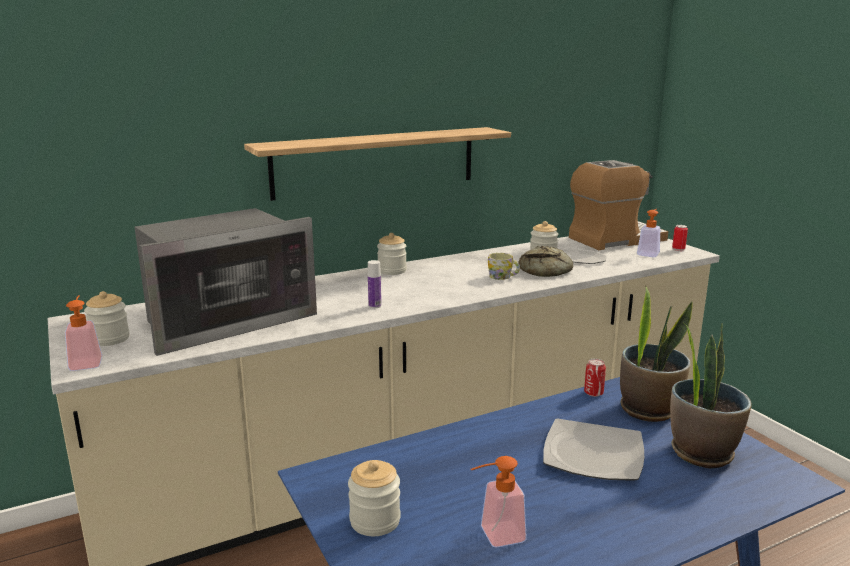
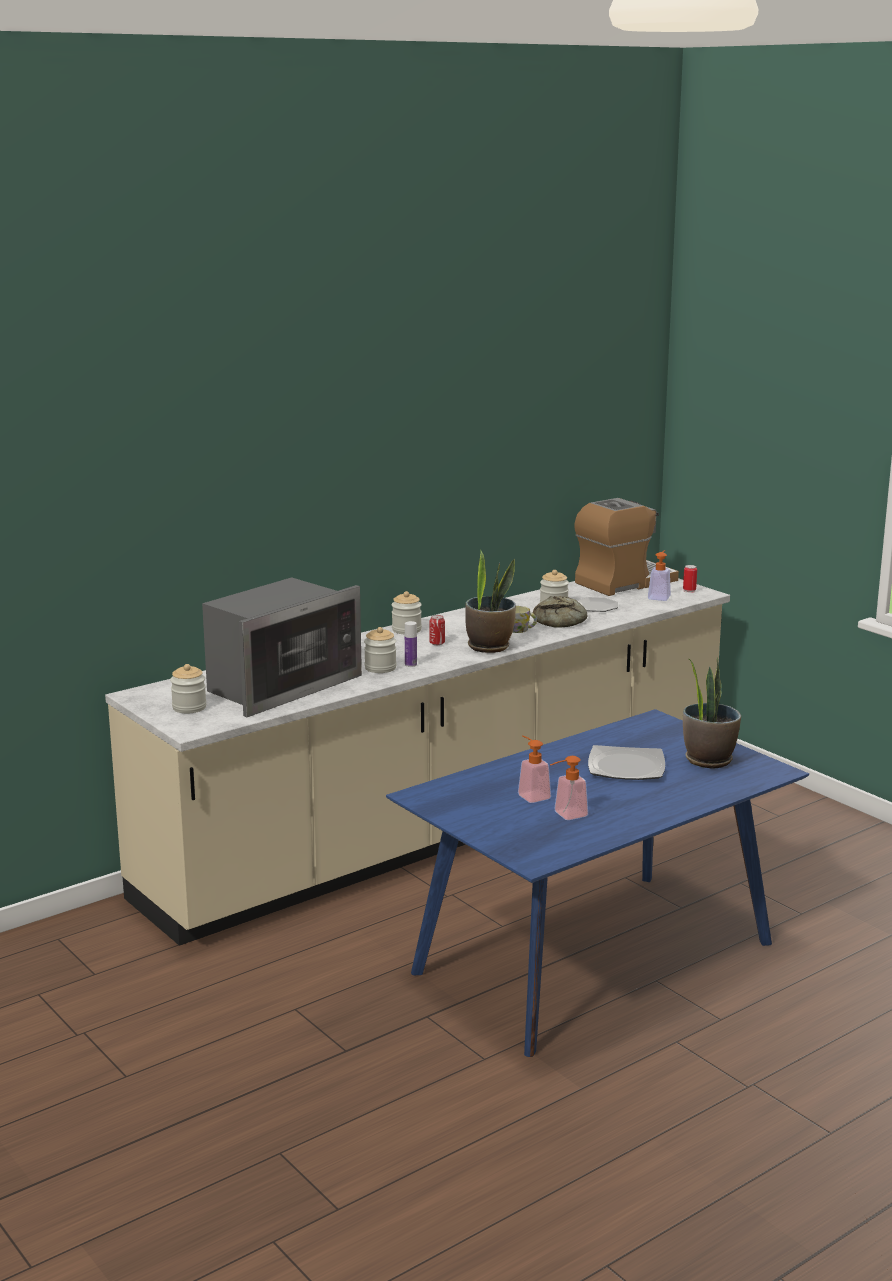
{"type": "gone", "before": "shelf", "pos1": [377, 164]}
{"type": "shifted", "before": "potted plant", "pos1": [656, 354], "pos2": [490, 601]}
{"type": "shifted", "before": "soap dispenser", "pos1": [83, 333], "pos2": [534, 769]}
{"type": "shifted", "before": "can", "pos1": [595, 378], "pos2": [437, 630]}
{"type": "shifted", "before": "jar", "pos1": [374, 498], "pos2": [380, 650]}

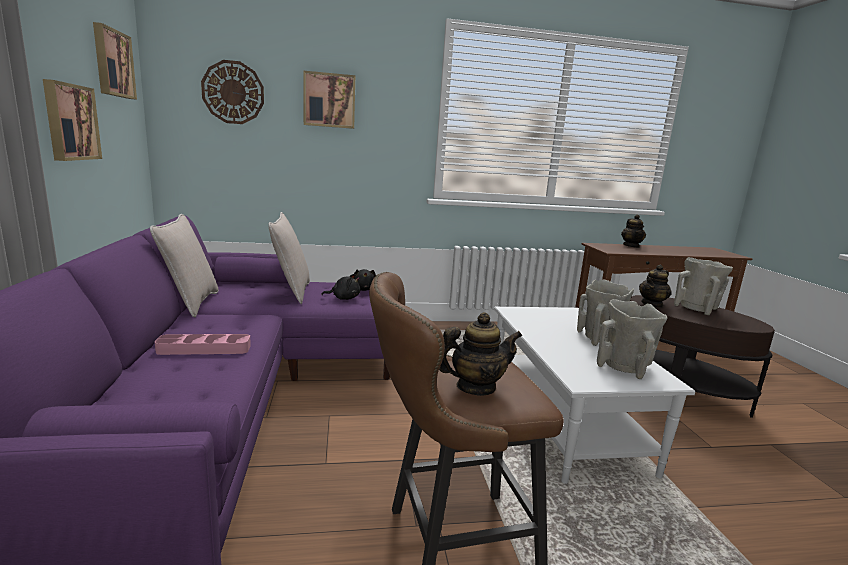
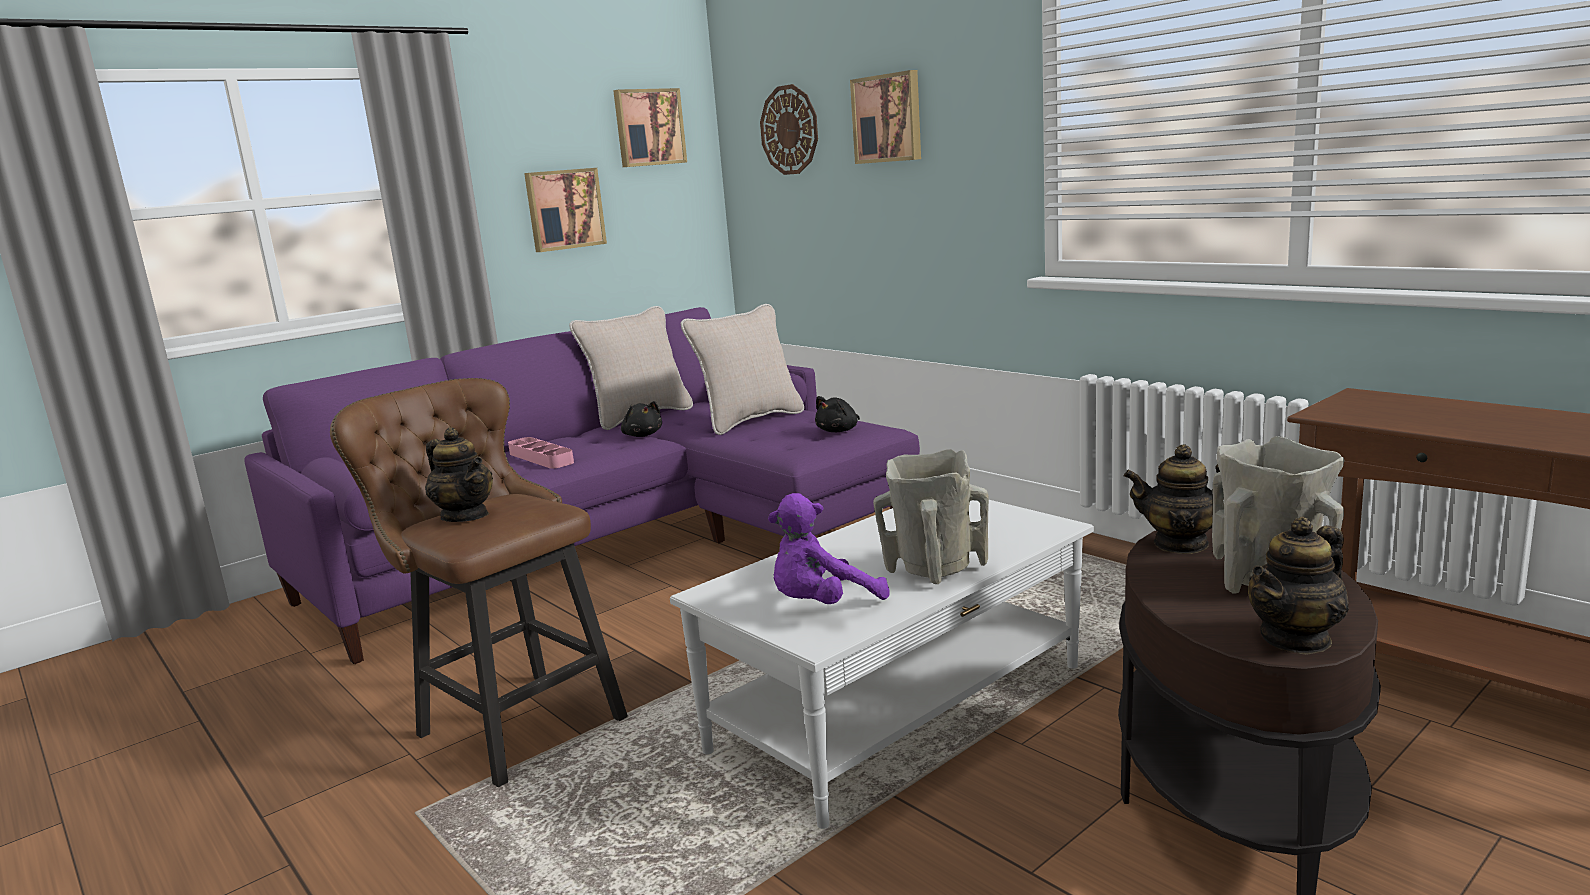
{"type": "shifted", "before": "teapot", "pos1": [633, 231], "pos2": [1298, 585]}
{"type": "shifted", "before": "black plush toy", "pos1": [340, 287], "pos2": [641, 419]}
{"type": "swapped", "before": "beige vase", "after": "purple plush toy", "pos1": [632, 339], "pos2": [828, 548]}

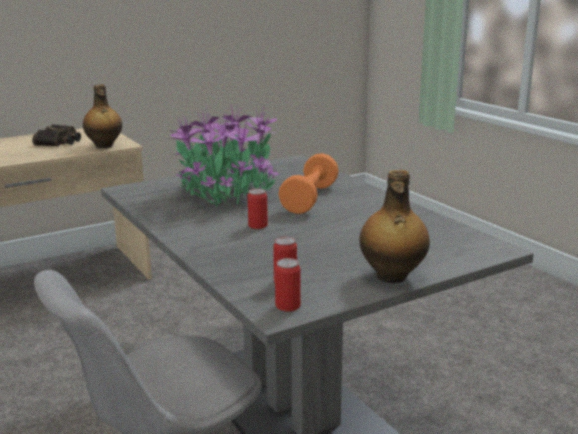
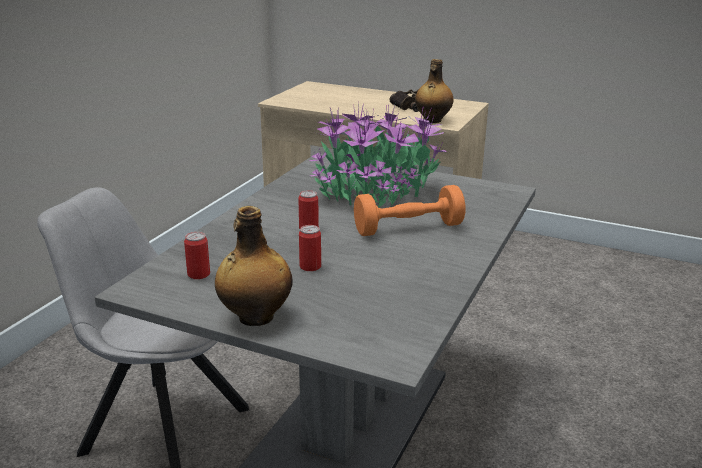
{"type": "shifted", "before": "can", "pos1": [288, 285], "pos2": [310, 248]}

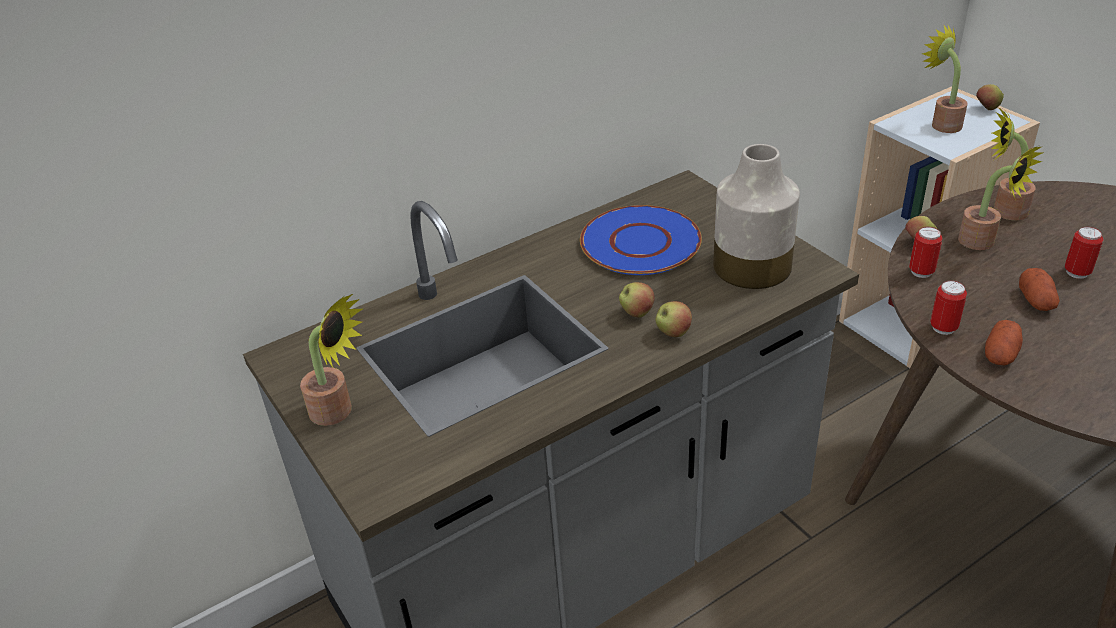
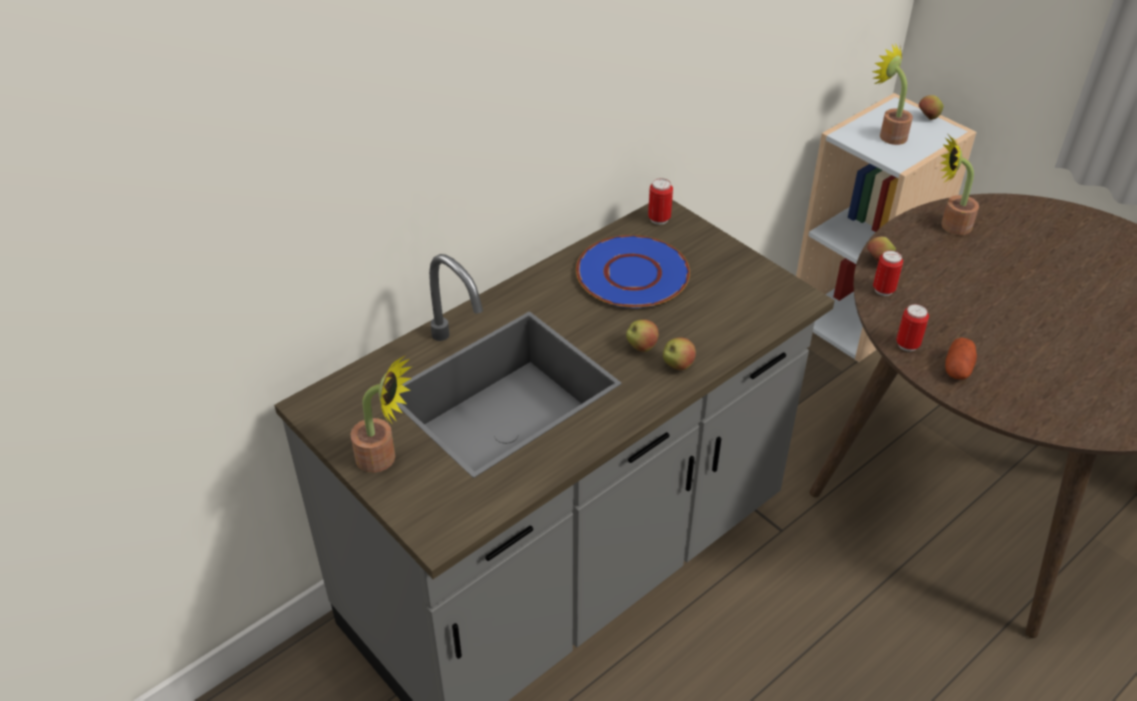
{"type": "gone", "before": "beige vase", "pos1": [756, 216]}
{"type": "gone", "before": "potted plant", "pos1": [1000, 198]}
{"type": "shifted", "before": "can", "pos1": [1084, 253], "pos2": [660, 201]}
{"type": "gone", "before": "potato", "pos1": [1039, 289]}

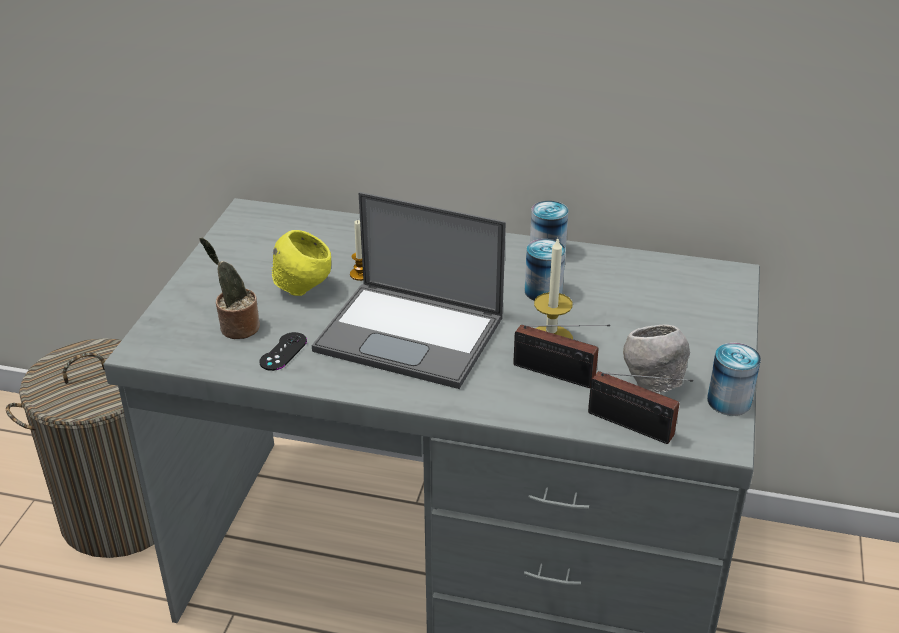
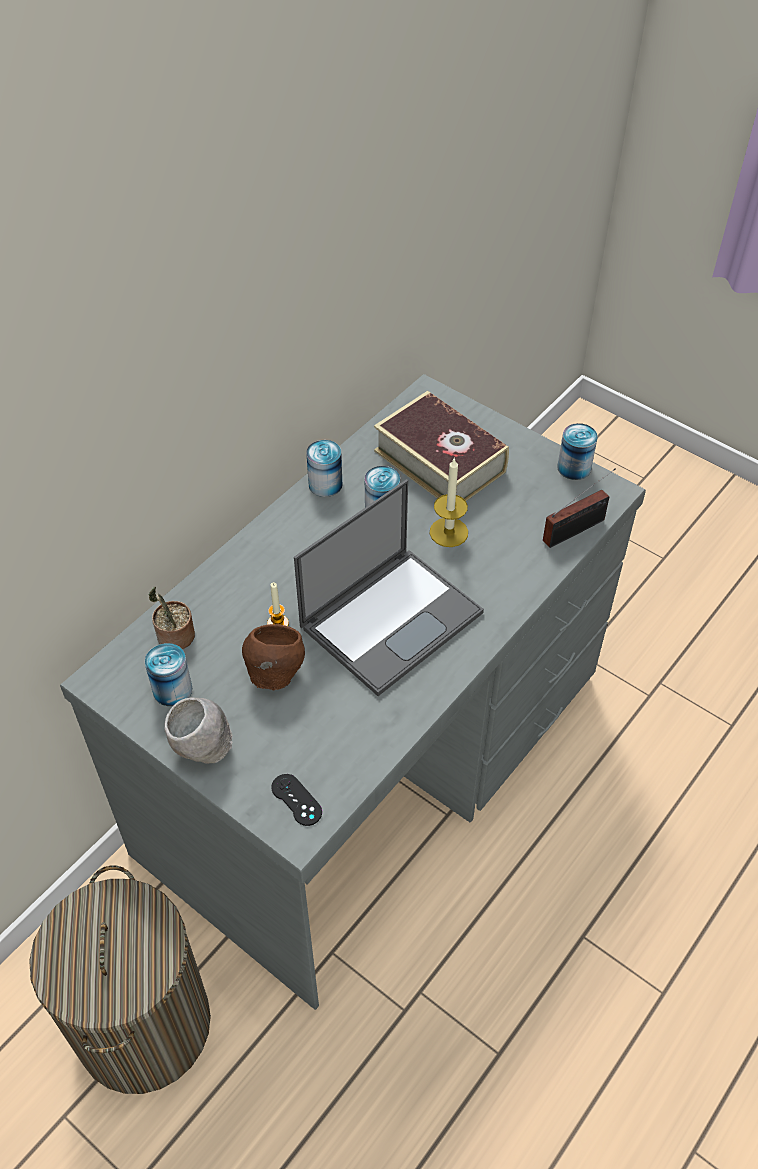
{"type": "repainted", "before": "yellow bowl", "after": "brown bowl", "pos1": [301, 263], "pos2": [273, 657]}
{"type": "shifted", "before": "potted plant", "pos1": [229, 288], "pos2": [171, 618]}
{"type": "gone", "before": "radio", "pos1": [561, 356]}
{"type": "shifted", "before": "grey bowl", "pos1": [656, 358], "pos2": [198, 730]}
{"type": "shifted", "before": "black game controller", "pos1": [283, 351], "pos2": [296, 800]}
{"type": "new", "after": "book", "pos2": [441, 446]}
{"type": "new", "after": "can", "pos2": [168, 674]}

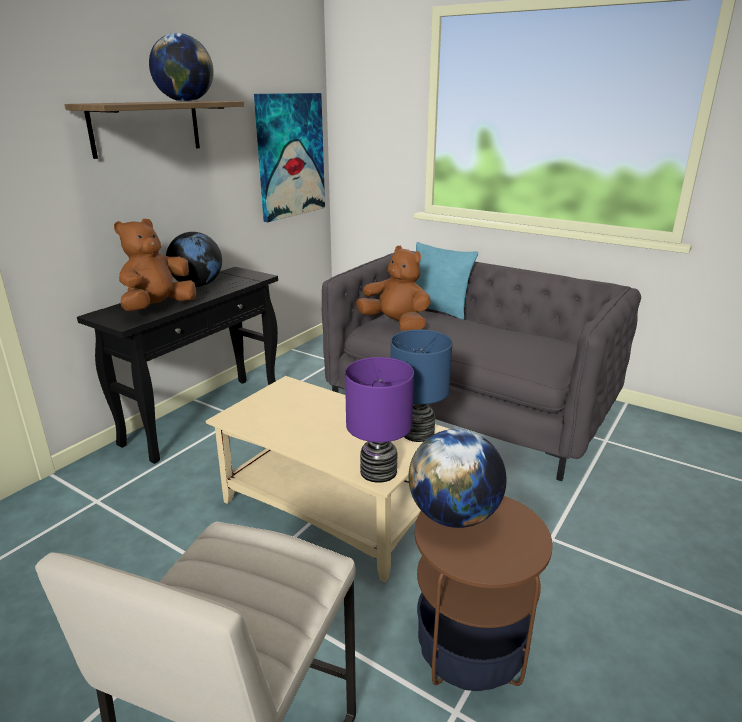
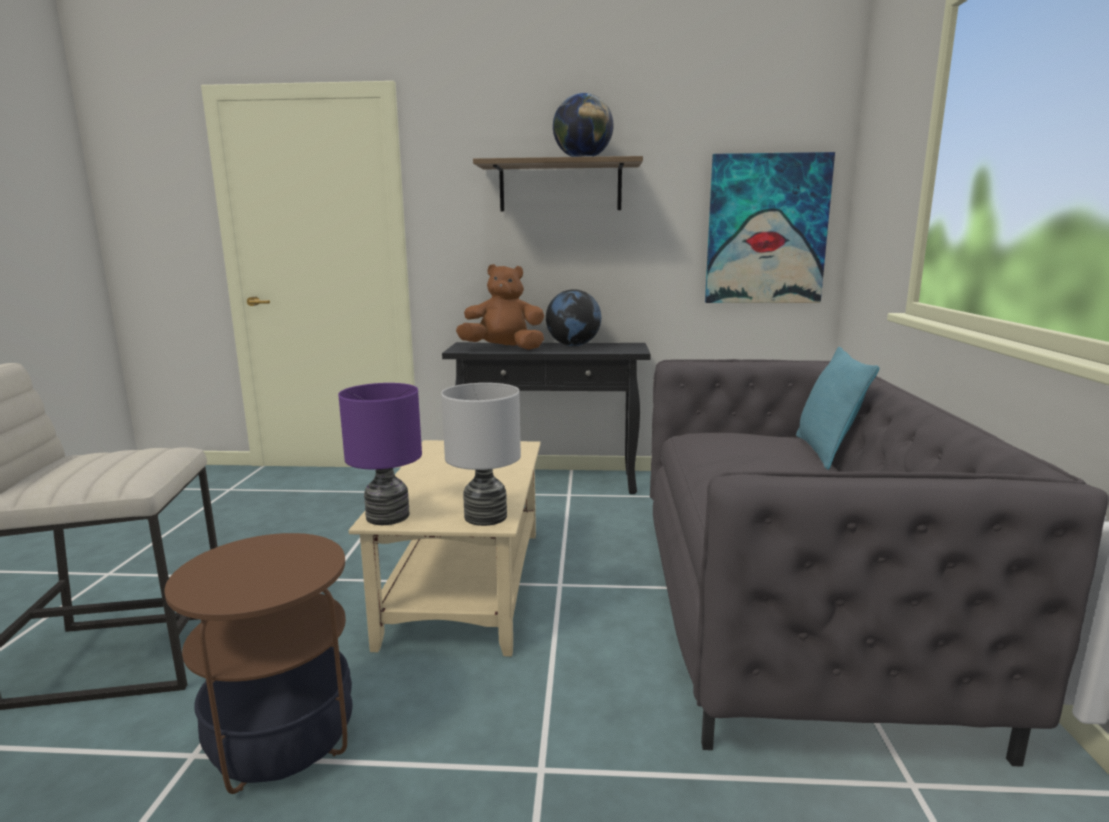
{"type": "gone", "before": "brown plush toy", "pos1": [393, 288]}
{"type": "repainted", "before": "blue table lamp", "after": "grey table lamp", "pos1": [421, 386], "pos2": [481, 454]}
{"type": "gone", "before": "globe", "pos1": [458, 478]}

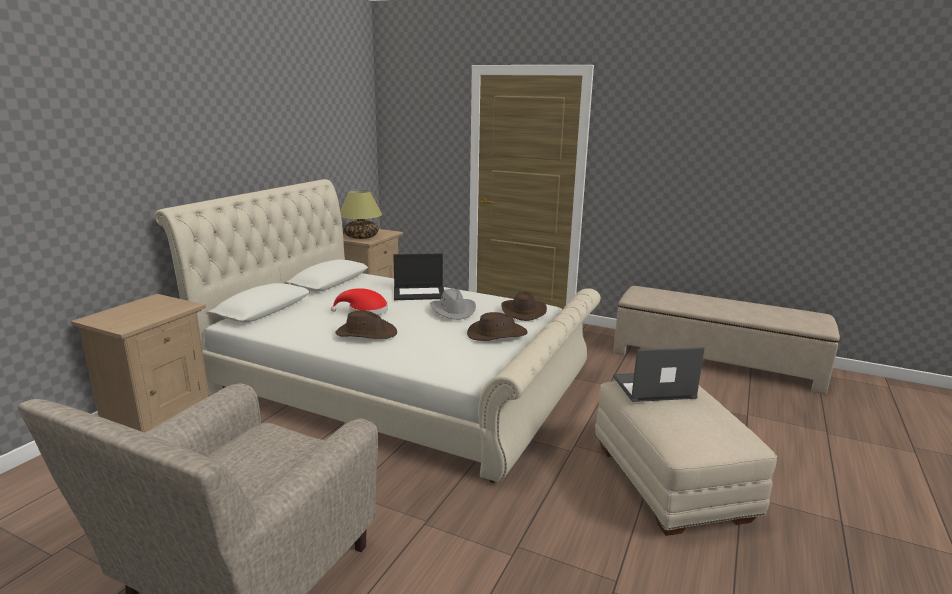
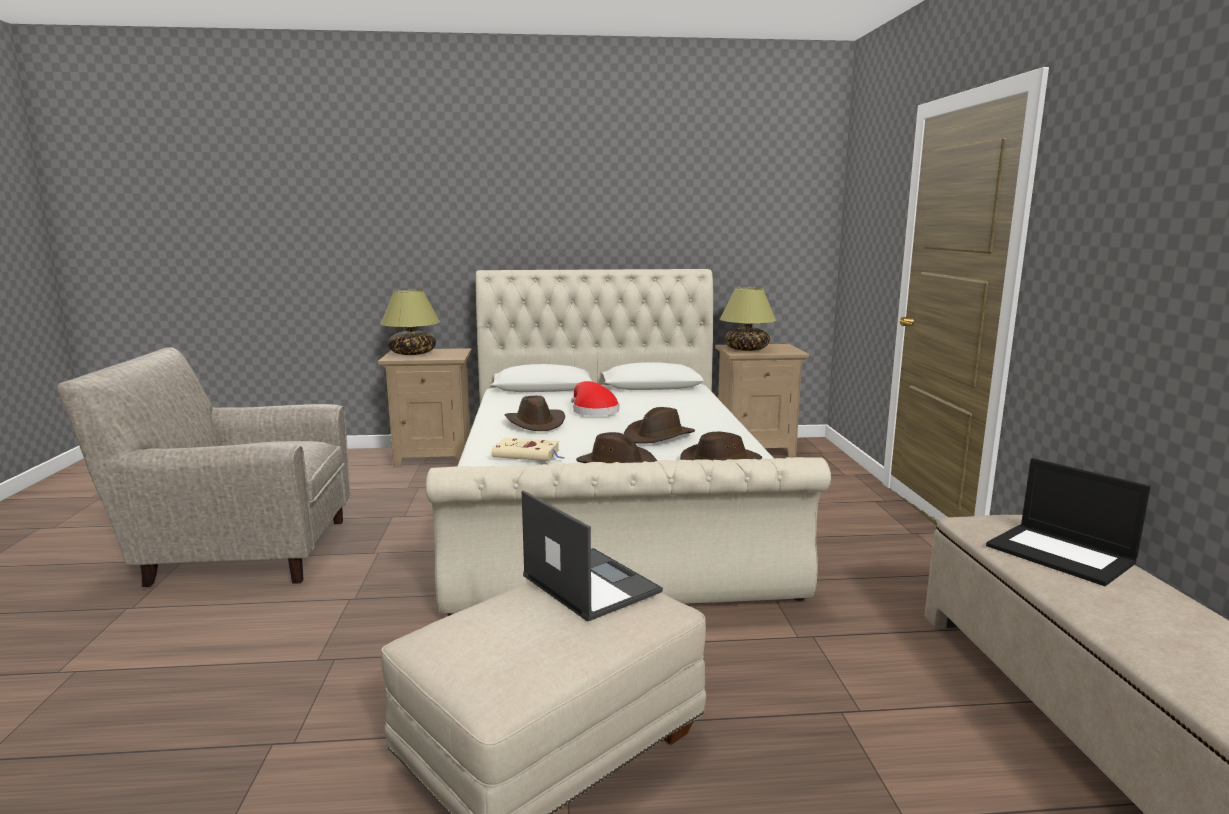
{"type": "shifted", "before": "laptop", "pos1": [418, 276], "pos2": [1068, 522]}
{"type": "repainted", "before": "grey hat", "after": "brown hat", "pos1": [453, 304], "pos2": [659, 425]}
{"type": "new", "after": "table lamp", "pos2": [410, 322]}
{"type": "new", "after": "beige book", "pos2": [528, 449]}

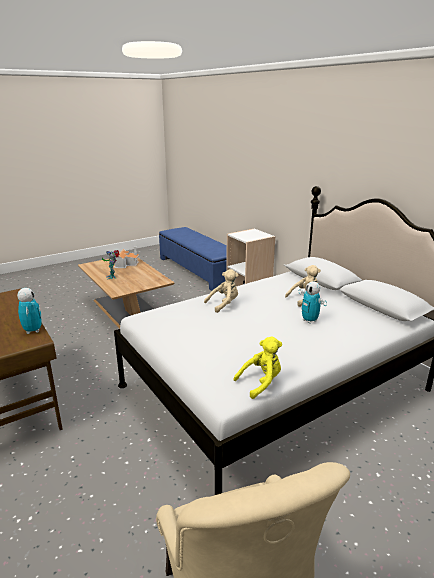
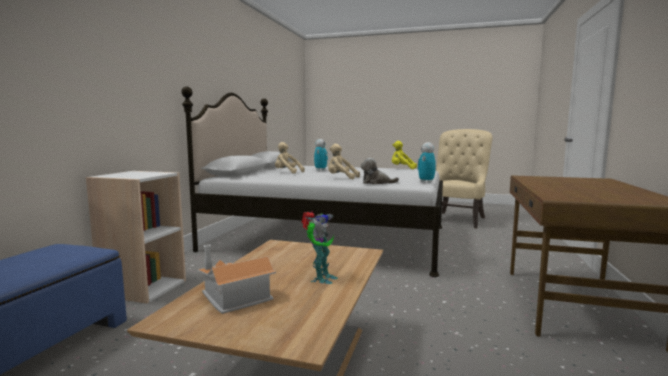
{"type": "shifted", "before": "toy robot", "pos1": [29, 311], "pos2": [427, 162]}
{"type": "new", "after": "plush toy", "pos2": [380, 171]}

